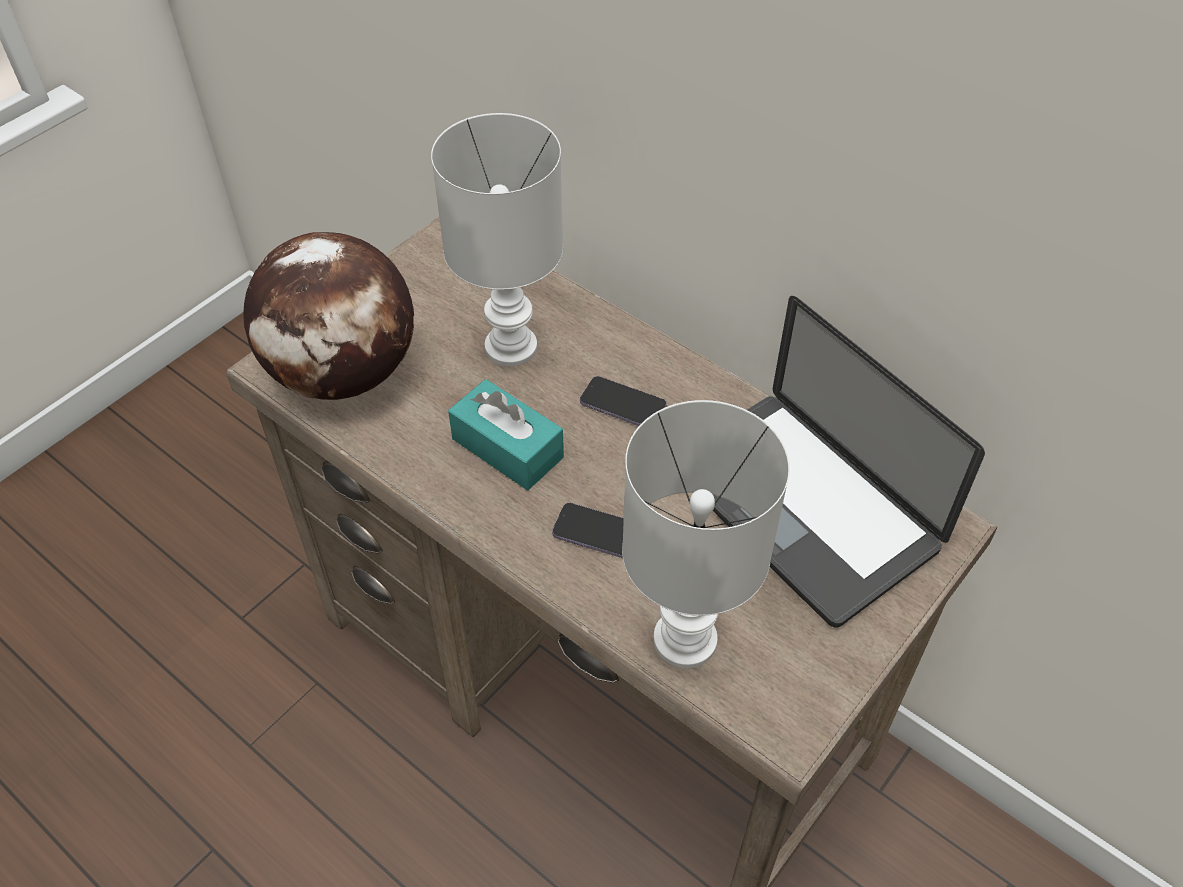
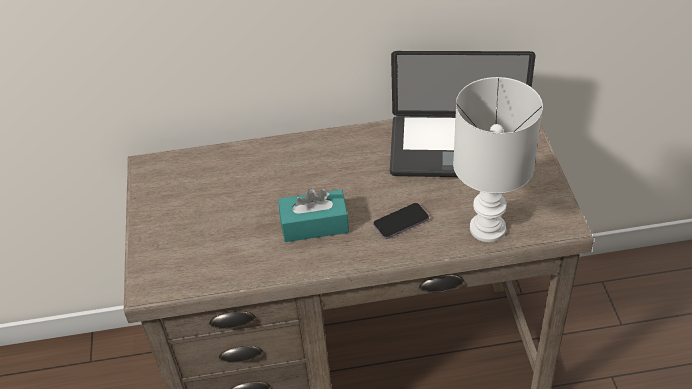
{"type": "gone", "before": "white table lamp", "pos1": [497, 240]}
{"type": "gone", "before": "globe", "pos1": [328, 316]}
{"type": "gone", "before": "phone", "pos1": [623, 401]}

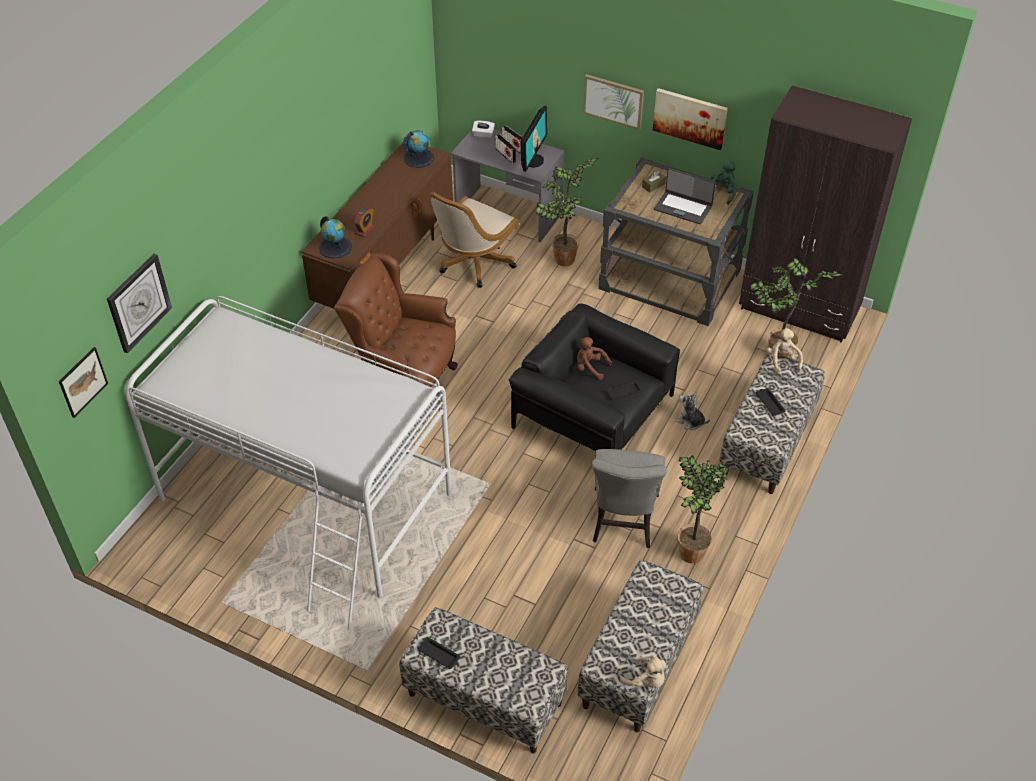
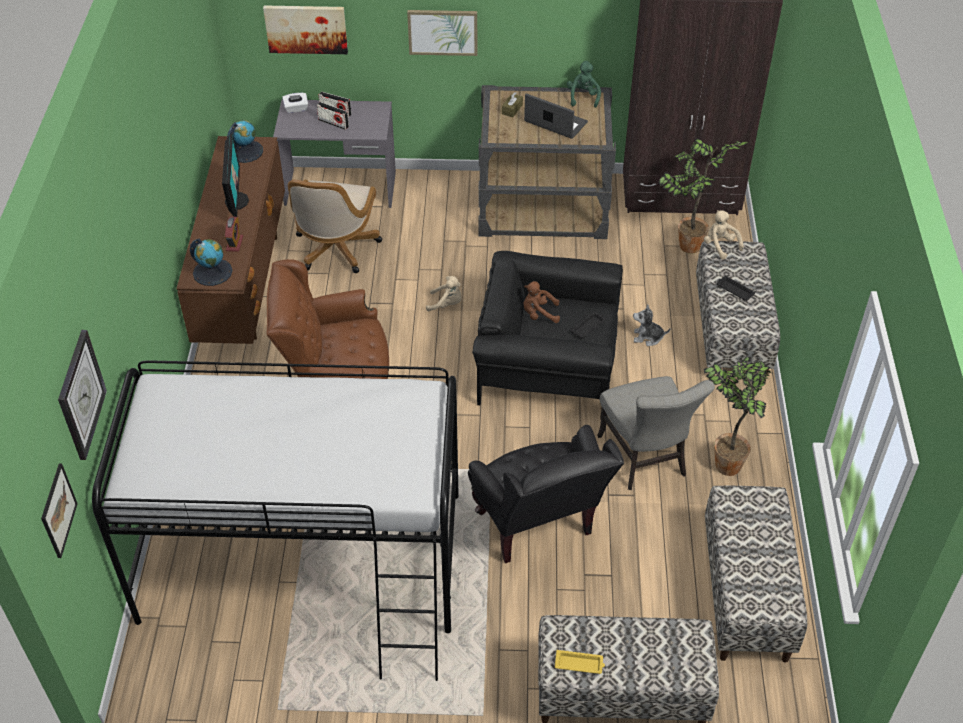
{"type": "shifted", "before": "picture", "pos1": [690, 119], "pos2": [305, 30]}
{"type": "shifted", "before": "monitor", "pos1": [533, 138], "pos2": [235, 175]}
{"type": "gone", "before": "potted plant", "pos1": [567, 212]}
{"type": "rotated", "before": "laptop", "pos1": [685, 196], "pos2": [556, 116], "turn": -150}
{"type": "repainted", "before": "white bed", "after": "black bed", "pos1": [289, 463], "pos2": [275, 521]}
{"type": "repainted", "before": "black tray", "after": "yellow tray", "pos1": [439, 653], "pos2": [580, 662]}
{"type": "shifted", "before": "beige plush toy", "pos1": [643, 671], "pos2": [444, 294]}
{"type": "new", "after": "black armchair", "pos2": [546, 494]}

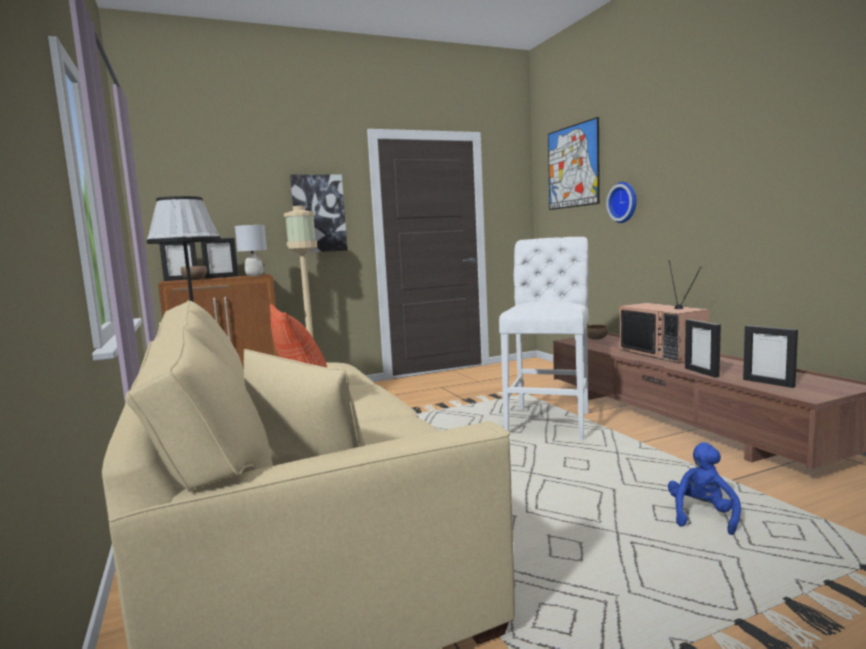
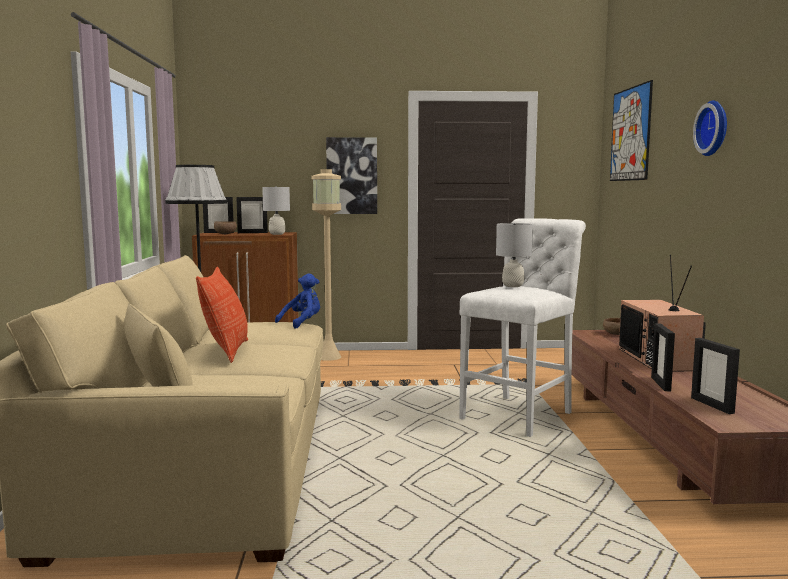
{"type": "shifted", "before": "wall clock", "pos1": [621, 202], "pos2": [710, 128]}
{"type": "shifted", "before": "blue plush toy", "pos1": [704, 488], "pos2": [297, 301]}
{"type": "new", "after": "grey table lamp", "pos2": [514, 255]}

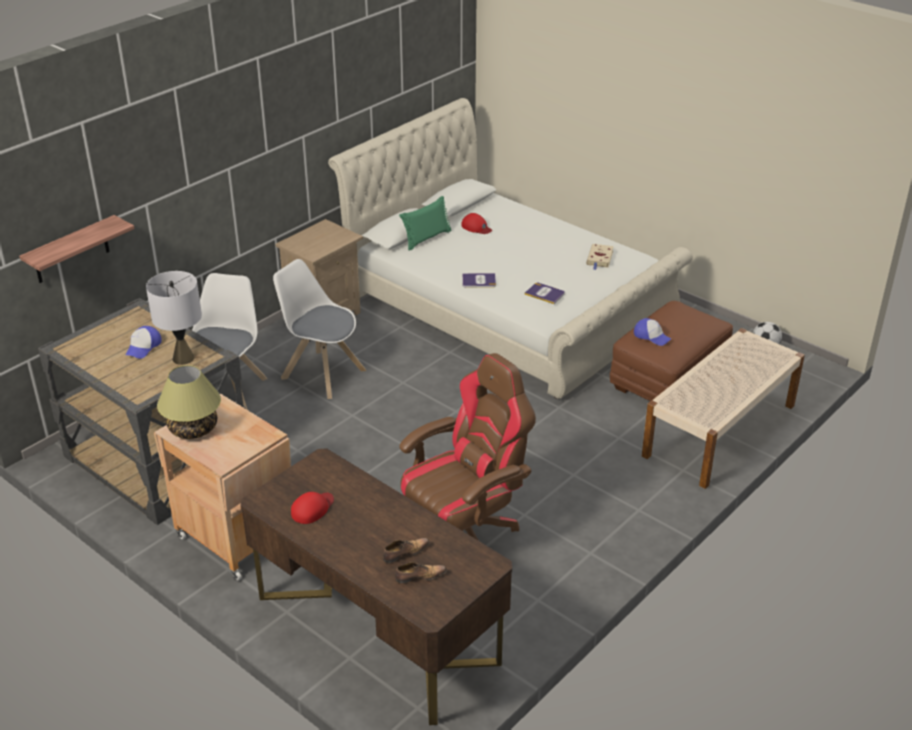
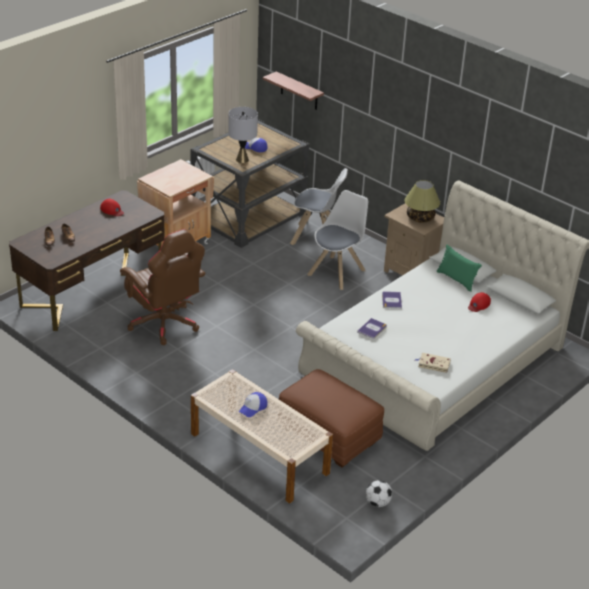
{"type": "shifted", "before": "cap", "pos1": [652, 332], "pos2": [253, 404]}
{"type": "shifted", "before": "table lamp", "pos1": [189, 402], "pos2": [422, 201]}

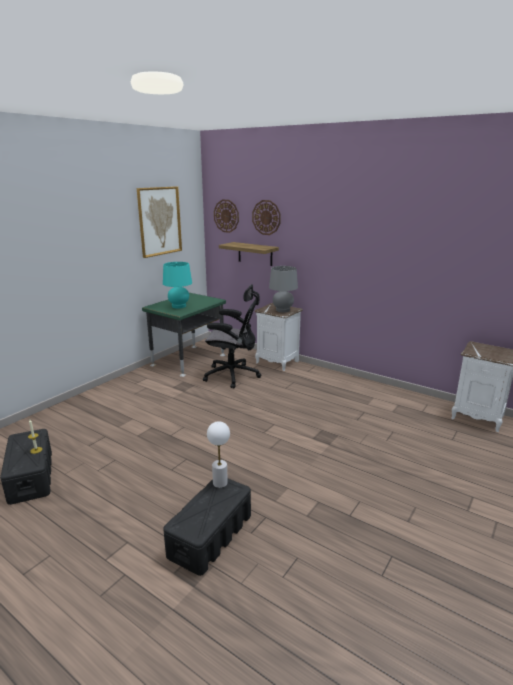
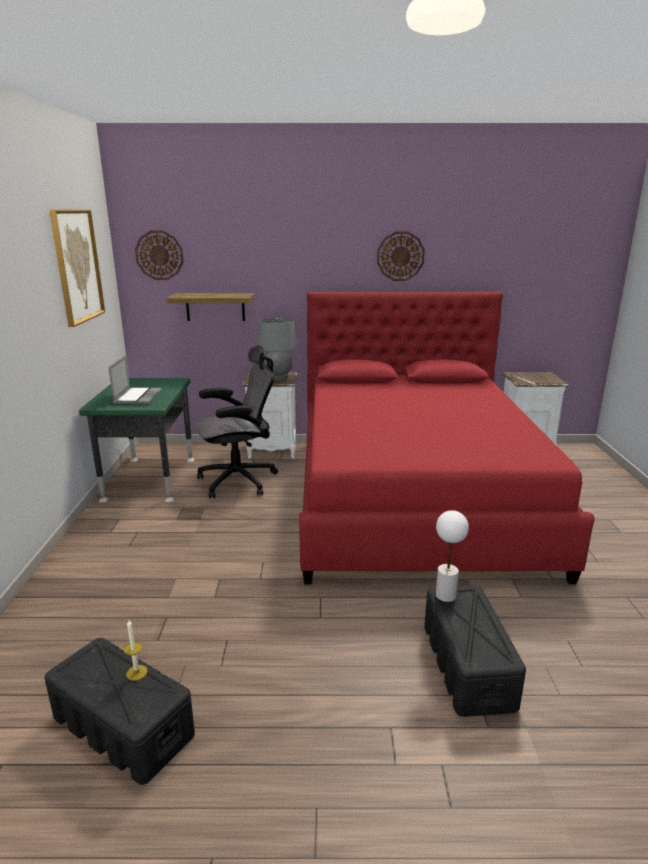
{"type": "shifted", "before": "wall clock", "pos1": [266, 217], "pos2": [401, 256]}
{"type": "swapped", "before": "turquoise table lamp", "after": "laptop", "pos1": [177, 285], "pos2": [135, 379]}
{"type": "new", "after": "red bed", "pos2": [447, 438]}

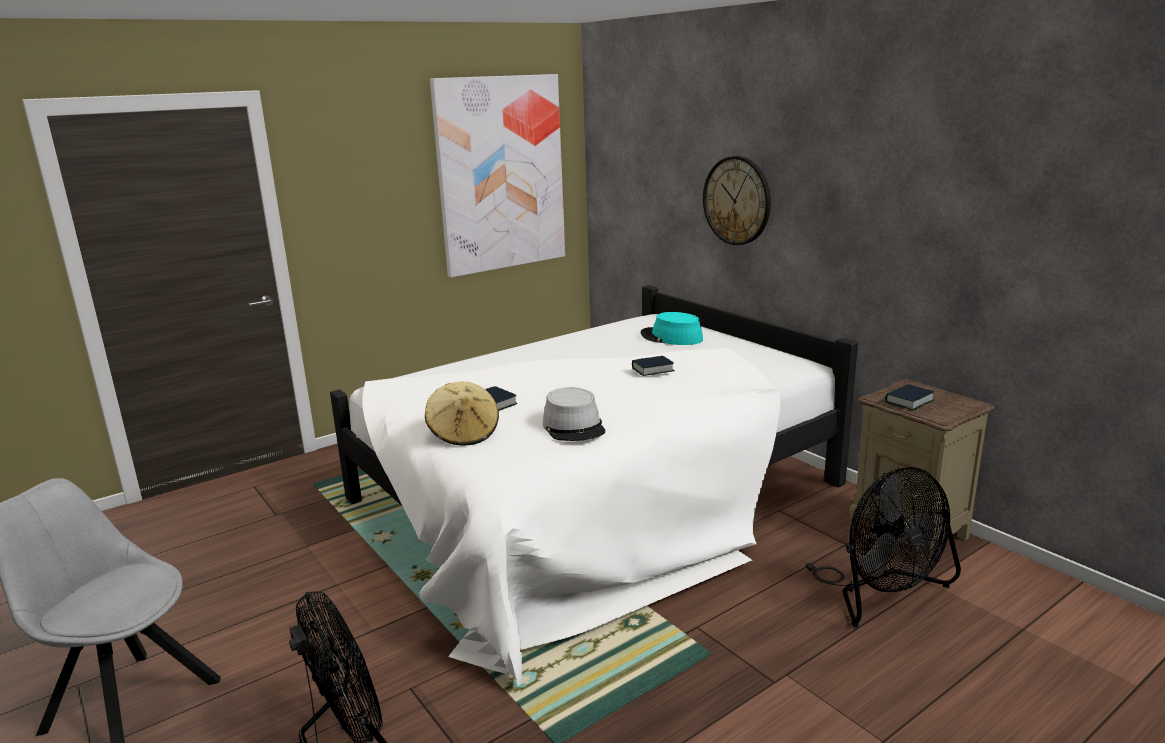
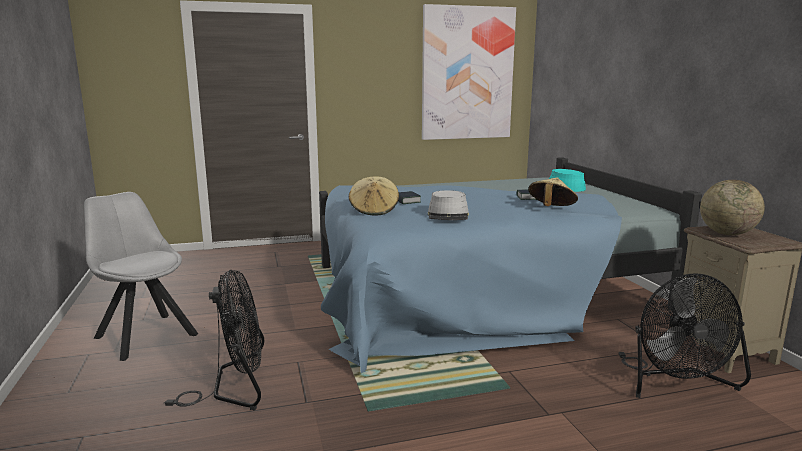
{"type": "gone", "before": "wall clock", "pos1": [737, 200]}
{"type": "repainted", "before": "white bed", "after": "blue bed", "pos1": [594, 486], "pos2": [510, 265]}
{"type": "swapped", "before": "book", "after": "globe", "pos1": [909, 397], "pos2": [732, 207]}
{"type": "new", "after": "beige hat", "pos2": [553, 191]}

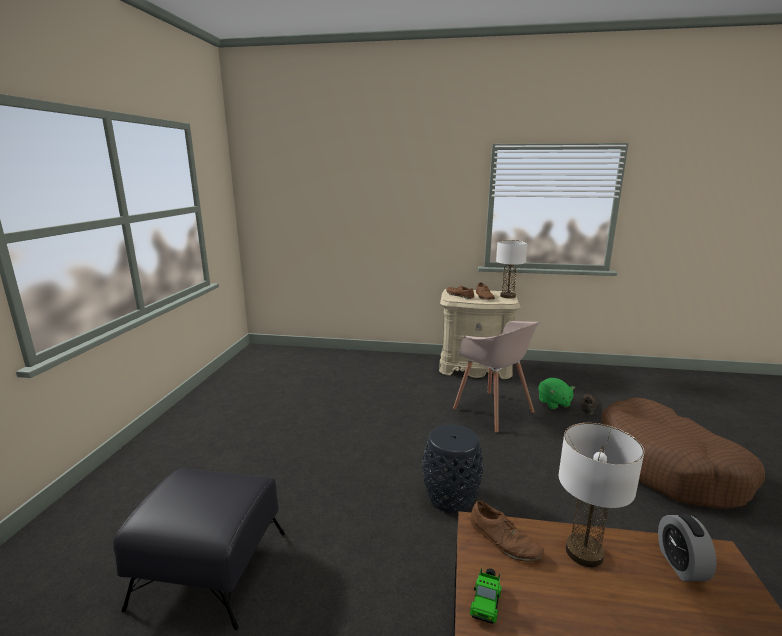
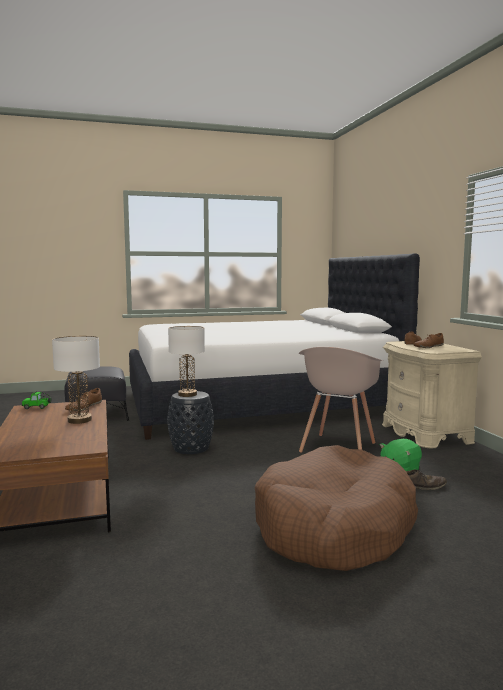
{"type": "shifted", "before": "table lamp", "pos1": [512, 269], "pos2": [186, 361]}
{"type": "gone", "before": "alarm clock", "pos1": [687, 547]}
{"type": "new", "after": "white bed", "pos2": [274, 346]}

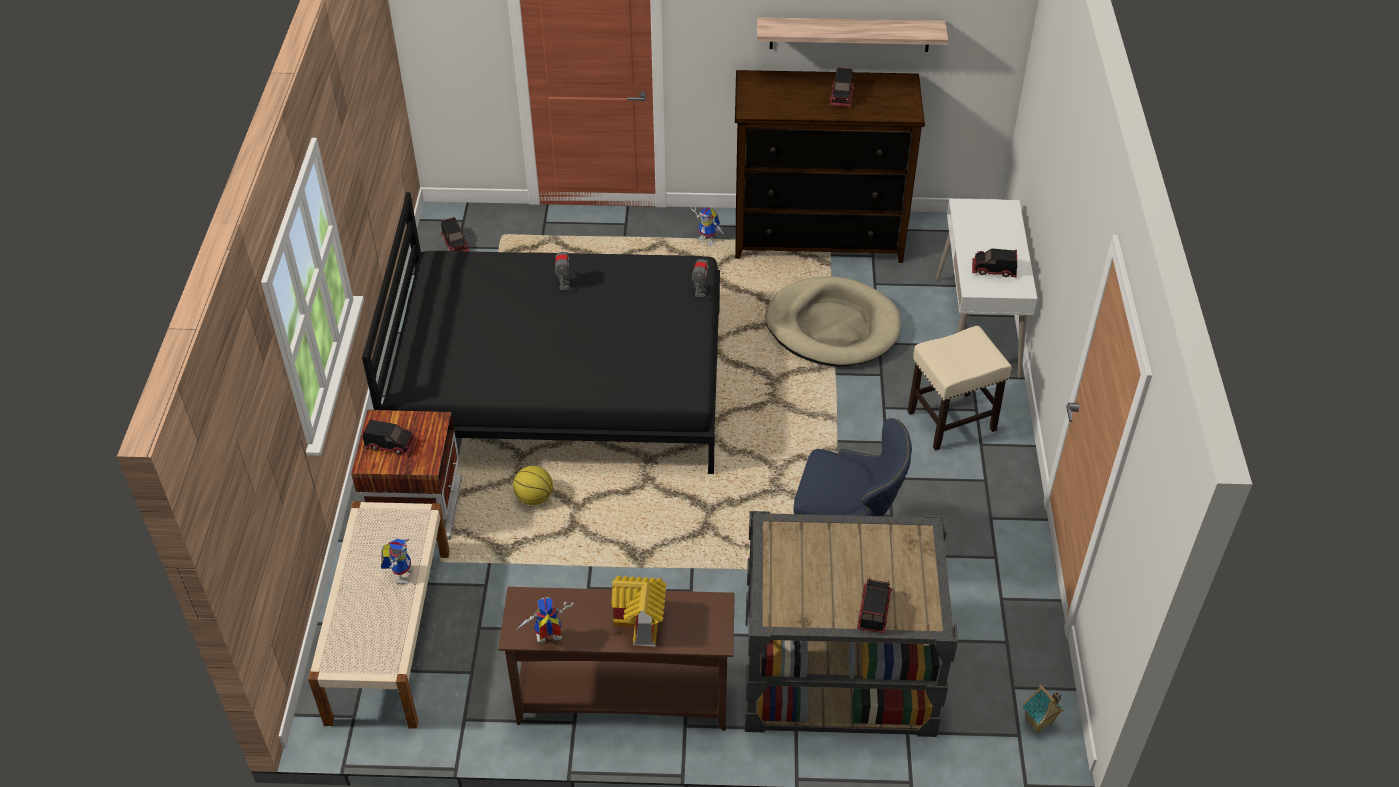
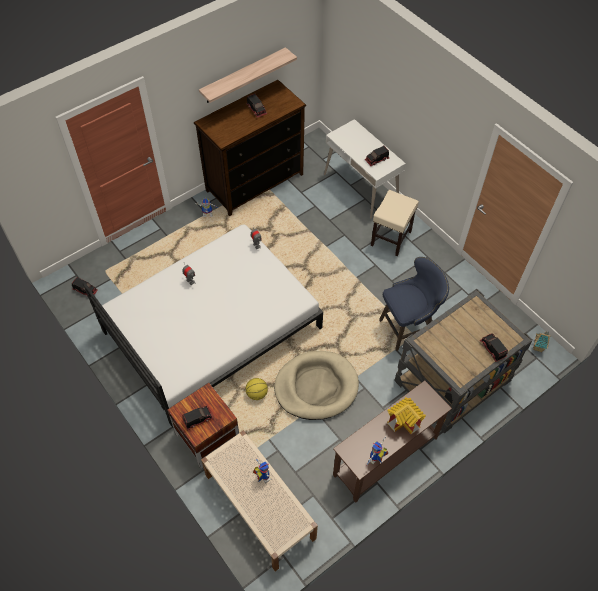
{"type": "repainted", "before": "black bed", "after": "white bed", "pos1": [541, 333], "pos2": [202, 326]}
{"type": "shifted", "before": "beige dog bed", "pos1": [833, 321], "pos2": [316, 385]}

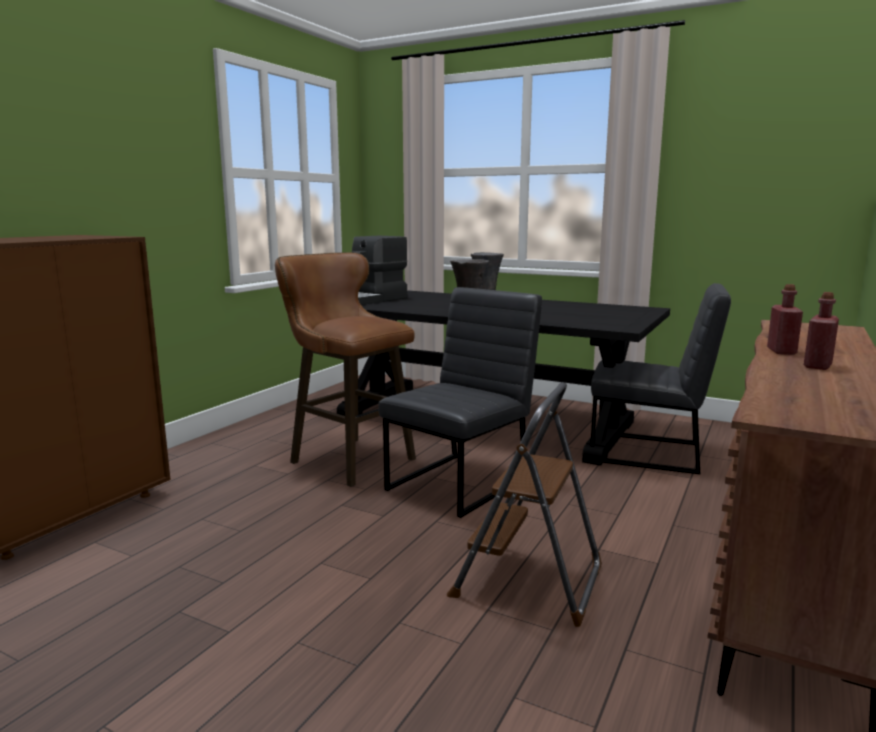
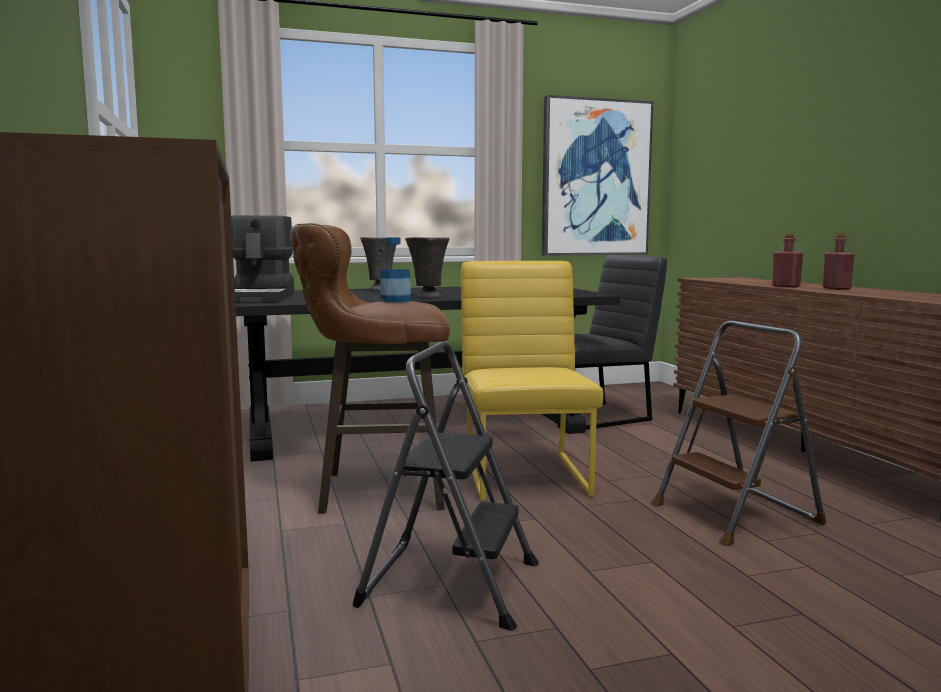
{"type": "repainted", "before": "grey chair", "after": "yellow chair", "pos1": [460, 402], "pos2": [532, 381]}
{"type": "new", "after": "picture", "pos2": [597, 175]}
{"type": "new", "after": "bottle", "pos2": [395, 269]}
{"type": "new", "after": "black step ladder", "pos2": [446, 486]}

